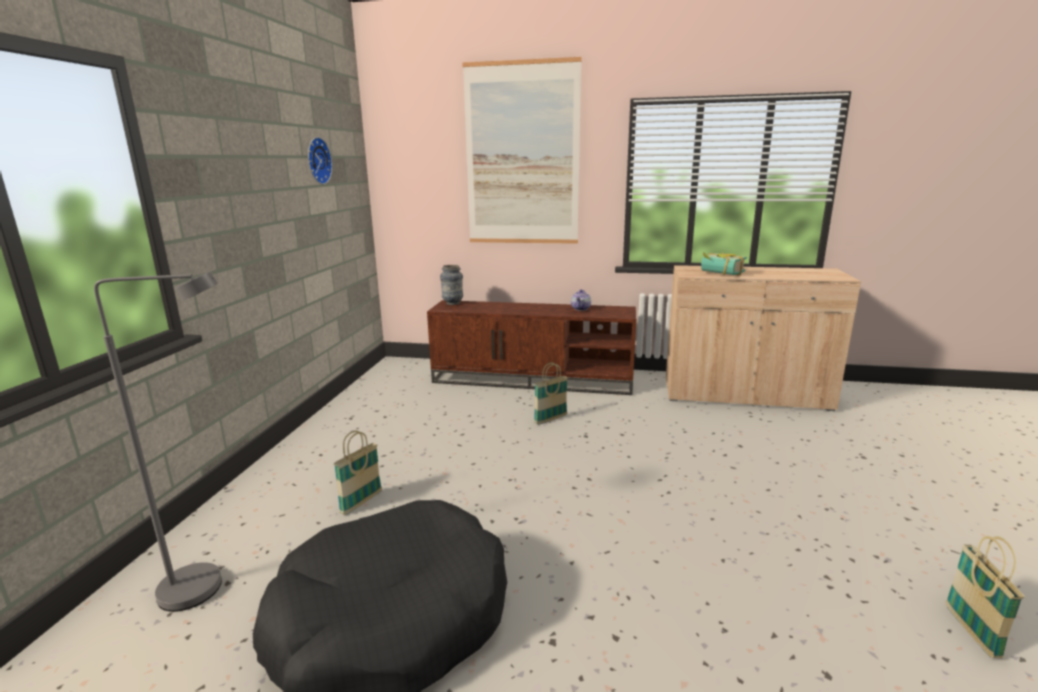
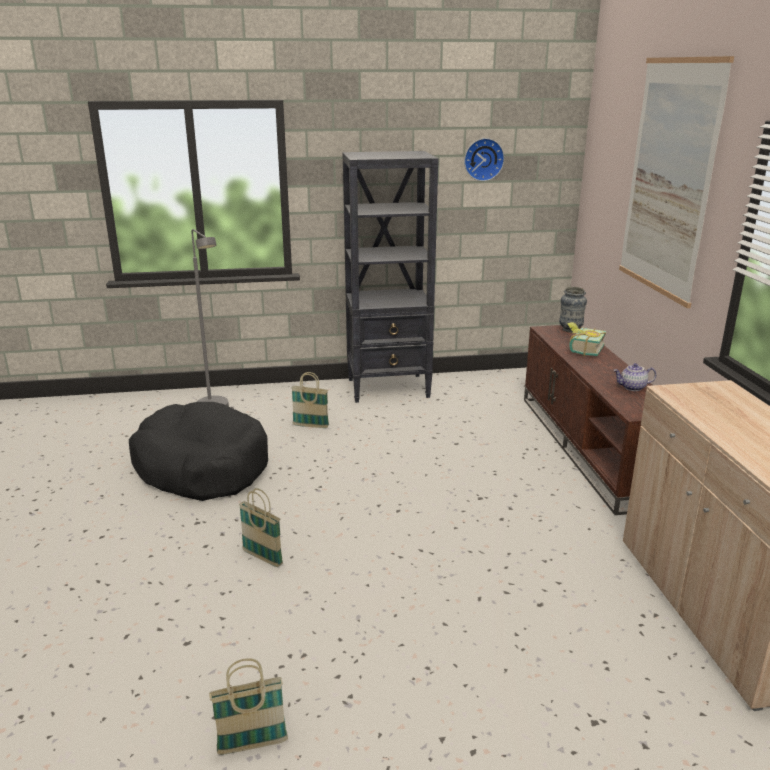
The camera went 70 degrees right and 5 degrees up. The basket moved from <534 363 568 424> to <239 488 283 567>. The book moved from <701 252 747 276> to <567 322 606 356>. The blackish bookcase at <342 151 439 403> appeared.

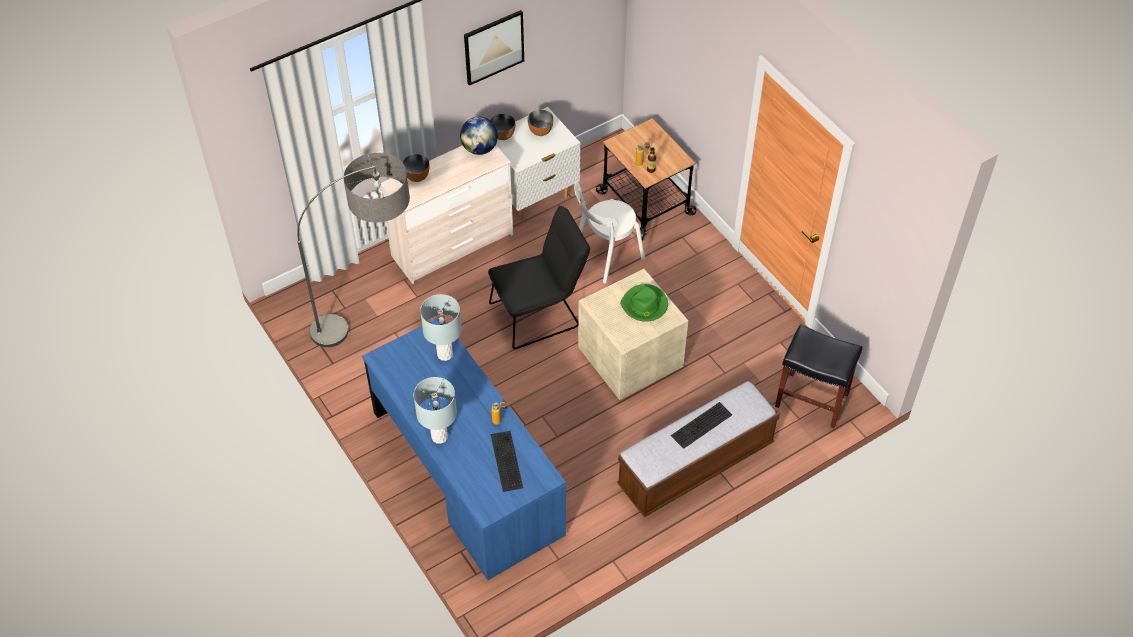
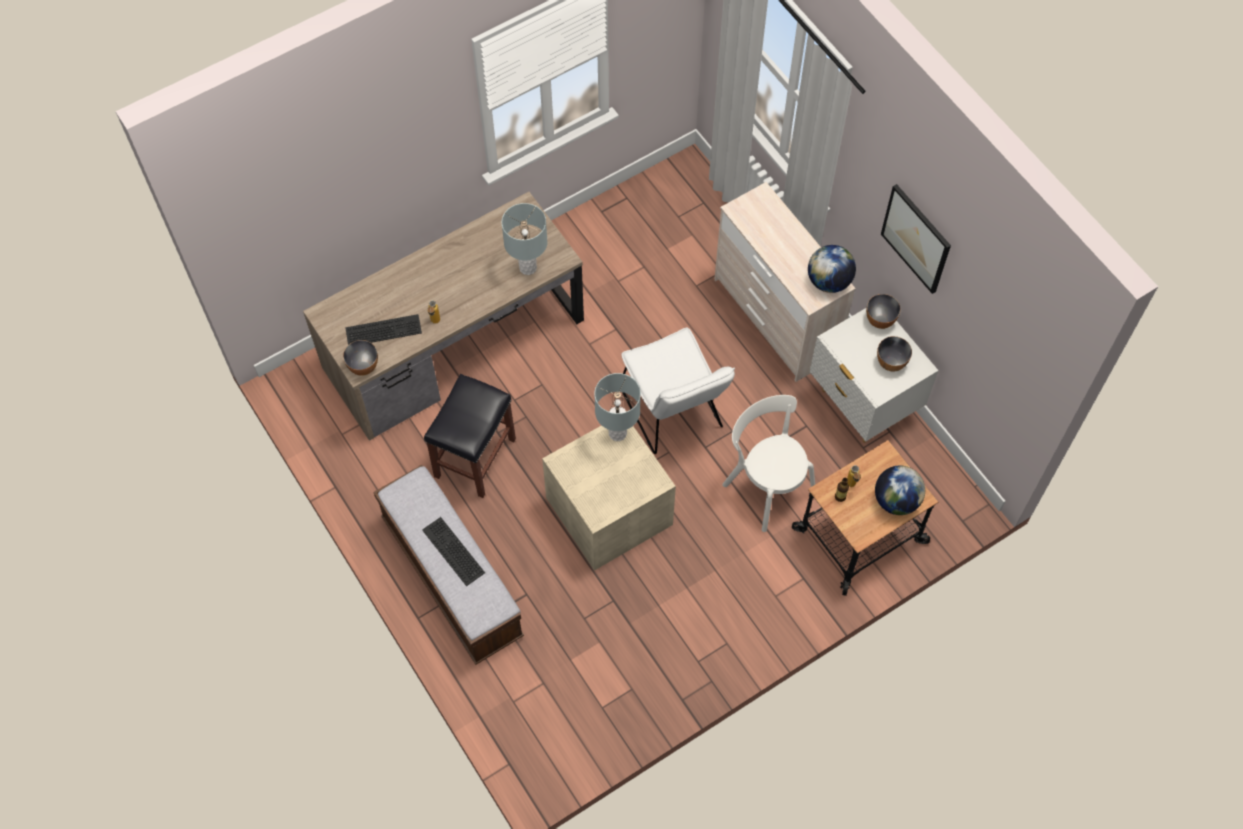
The camera went 90 degrees right and 10 degrees up. The standard lamp at <297 153 410 347> disappeared. The bluish desk unit at <362 317 566 580> became the brownish desk unit at <303 192 584 441>. The deep dish moved from <402 154 430 182> to <343 340 378 376>. The gray lamp for a table moved from <414 377 457 444> to <594 373 641 441>. The blackish plain chair at <488 206 590 349> became the white-coloured plain chair at <622 328 735 454>. The green-coloured clothing hat at <620 284 668 322> disappeared. The blackish stool seat moved from <775 324 862 428> to <424 374 516 498>. The globe at <875 465 925 515> appeared.

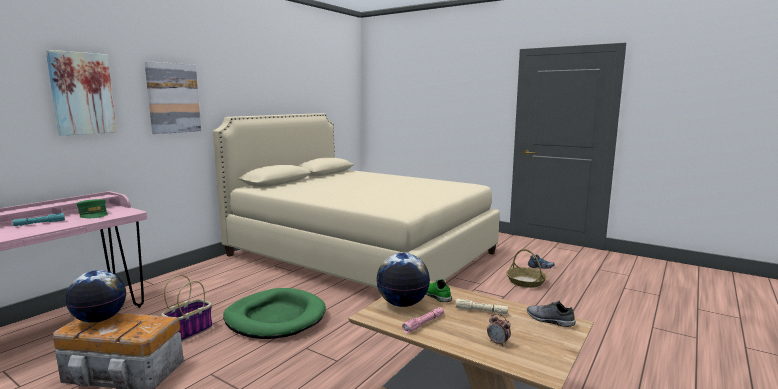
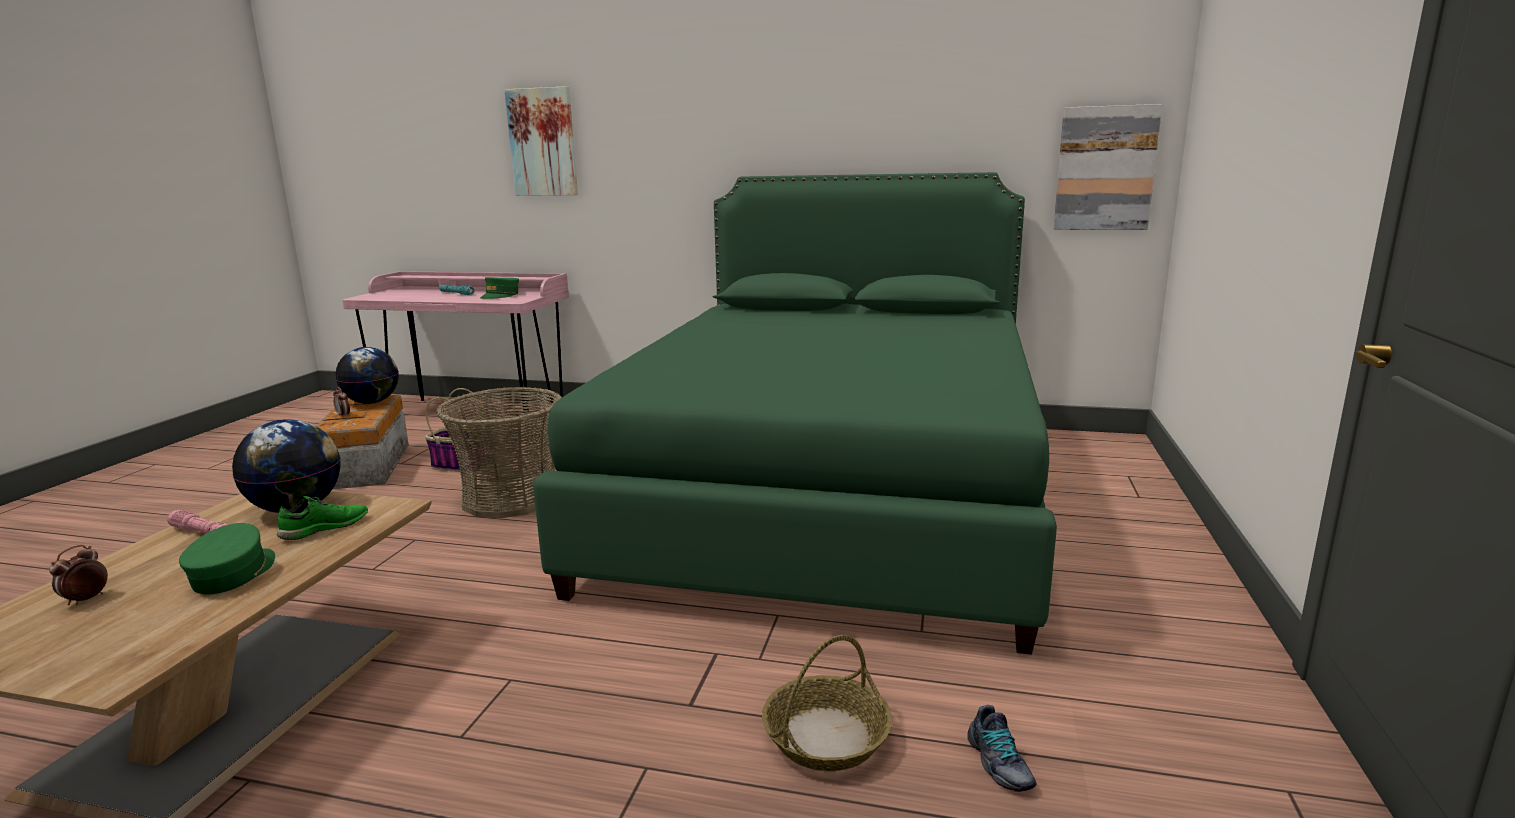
The camera went 70 degrees right and 5 degrees up. The wall art moved from <145 61 201 134> to <1054 104 1162 230>. The beige bedroom bed at <213 113 500 288> became the green-coloured bedroom bed at <533 172 1057 655>. The green-coloured dog cushion at <223 288 326 339> was replaced by the basket at <436 387 562 519>. The beige torch at <456 299 508 314> was replaced by the green-coloured peaked cap at <179 523 275 594>. The gray item of footwear at <527 301 576 327> disappeared. The bedside clock at <333 387 350 418> appeared.

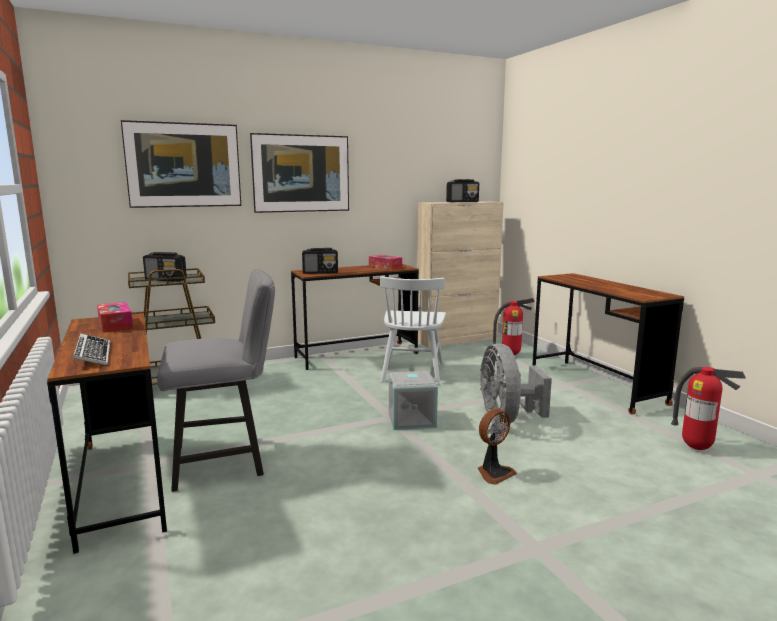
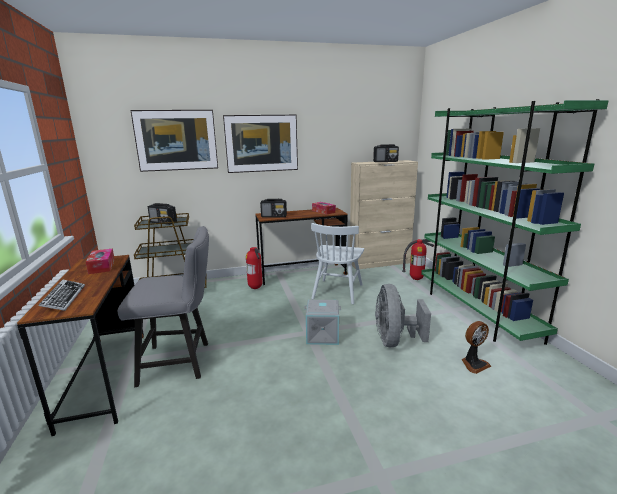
The camera went 10 degrees right and 5 degrees up. The electric fan moved from <477 409 517 485> to <462 321 491 374>. The brownish desk unit at <532 273 684 414> was replaced by the green-coloured bookcase at <421 99 609 345>. The fire-fighting cylinder moved from <671 367 746 450> to <246 247 263 289>.

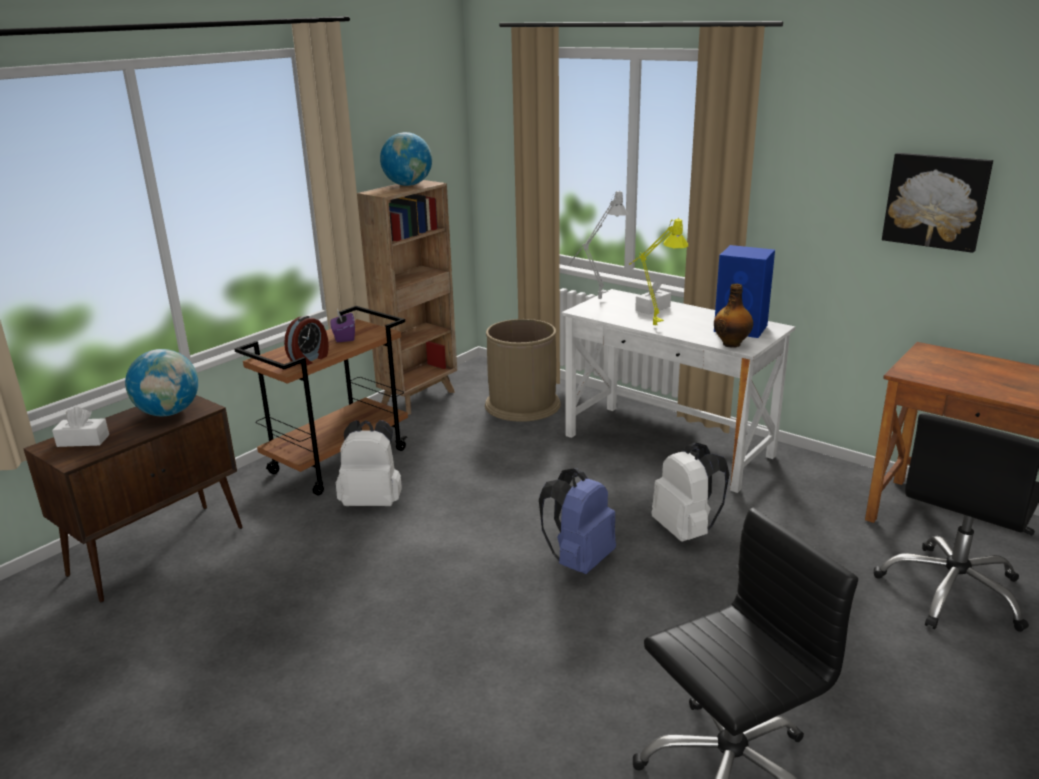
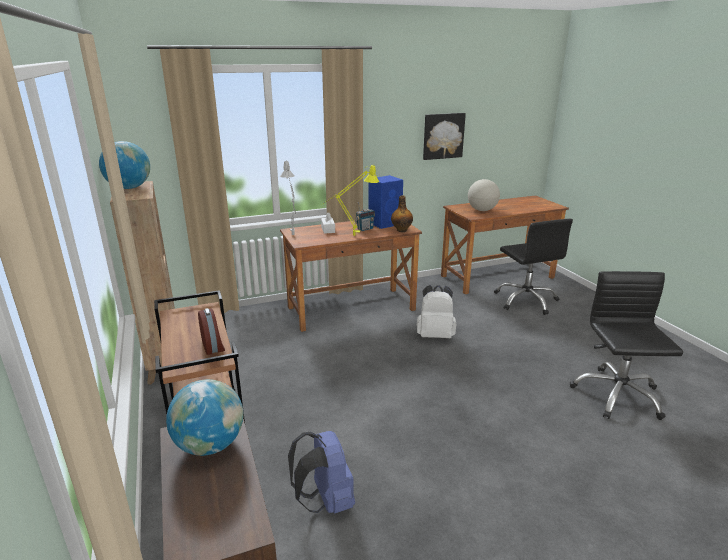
The camera went 60 degrees left and 0 degrees up. The white-coloured box of tissues at <52 407 109 447> disappeared. The purple-coloured box of tissues at <330 310 355 342> disappeared. The white-coloured backpack at <335 420 402 506> disappeared. The brownish waste bin at <485 319 561 422> disappeared. The bluish backpack moved from <539 468 616 574> to <288 431 355 514>. The white-coloured desk unit at <561 289 795 493> became the brownish desk unit at <280 220 422 332>. The radio receiver at <355 202 375 231> appeared. The globe at <468 179 500 211> appeared.

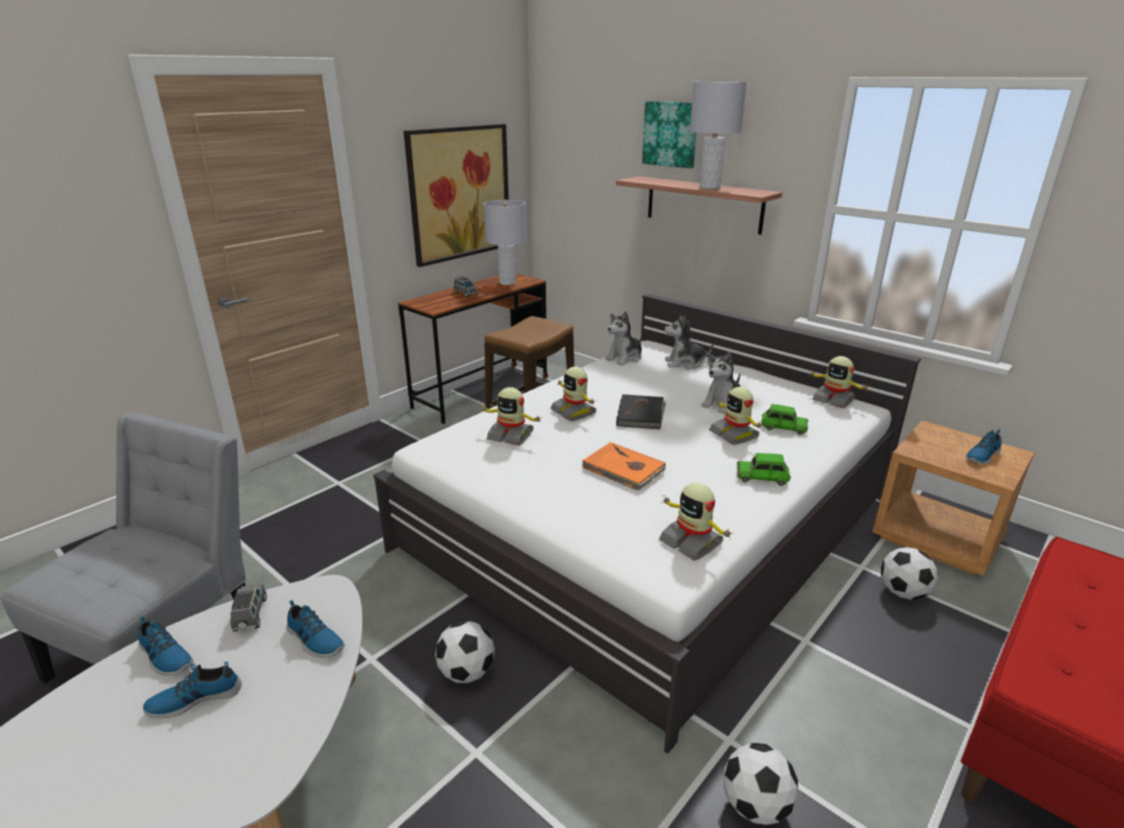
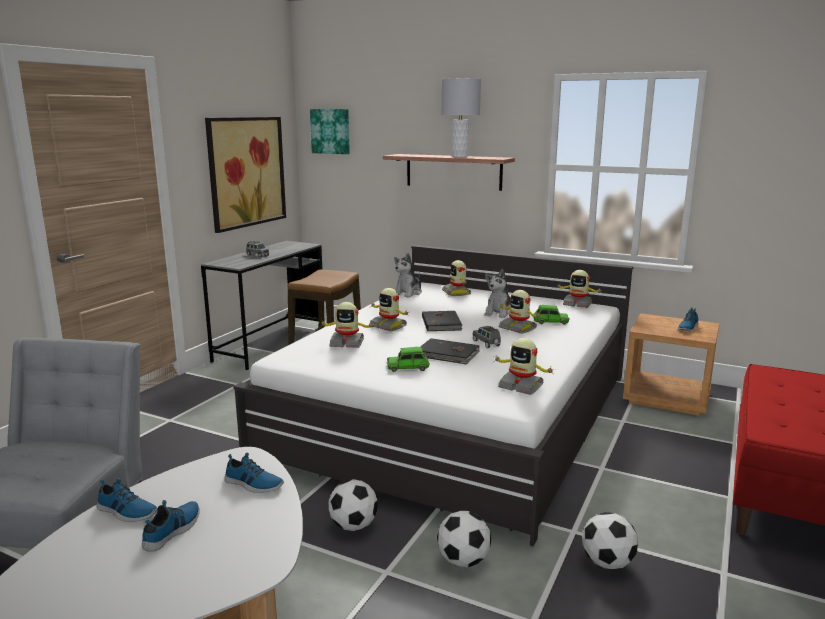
The camera went 15 degrees left and 10 degrees down. The item of footwear at <143 661 242 718> turned 150 degrees clockwise. The gray miniature car moved from <230 584 267 632> to <473 326 501 348>. The brownish desk unit at <398 274 548 424> became the gray desk unit at <201 241 325 370>. The gray lamp for a table at <484 200 526 285> disappeared. The orangey book at <581 442 666 491> became the blackish book at <420 338 479 364>. The wall art moved from <642 101 696 168> to <310 109 350 154>. The soft toy at <664 315 713 369> was replaced by the model robot at <442 260 471 296>. The green-coloured miniature car moved from <737 453 791 486> to <387 347 430 372>. The football ball moved from <881 547 938 600> to <437 511 491 567>.

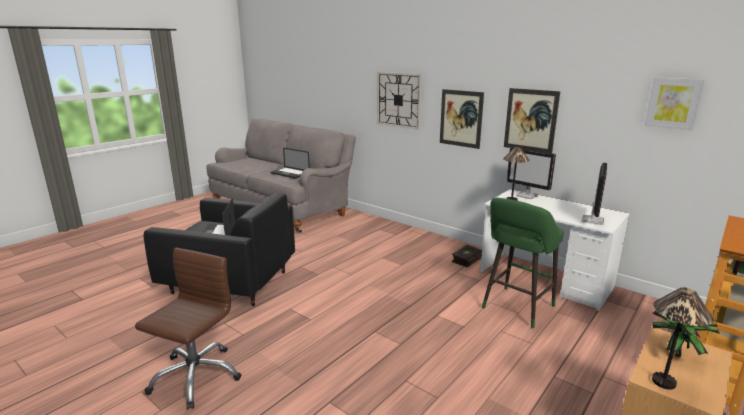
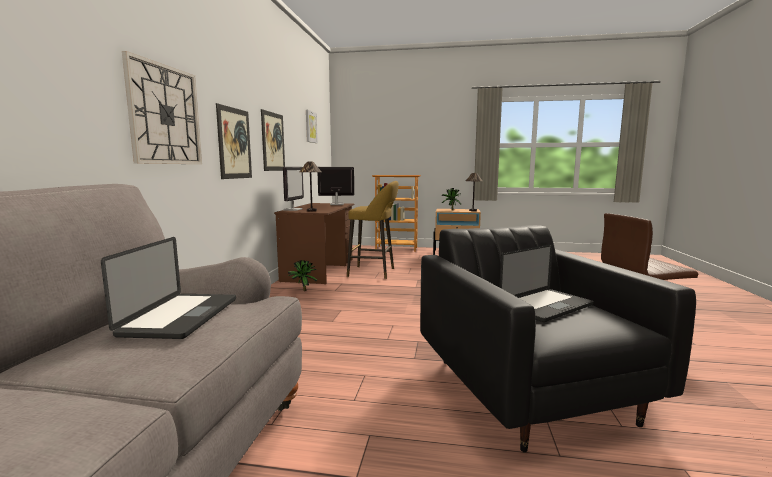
The camera went 120 degrees left and 10 degrees down. The book at <451 245 482 268> was replaced by the potted plant at <288 260 317 291>. The white-coloured desk unit at <480 189 630 311> became the brownish desk unit at <274 203 354 284>. The green-coloured stool seat at <482 198 564 328> became the yellow-coloured stool seat at <347 181 399 279>.

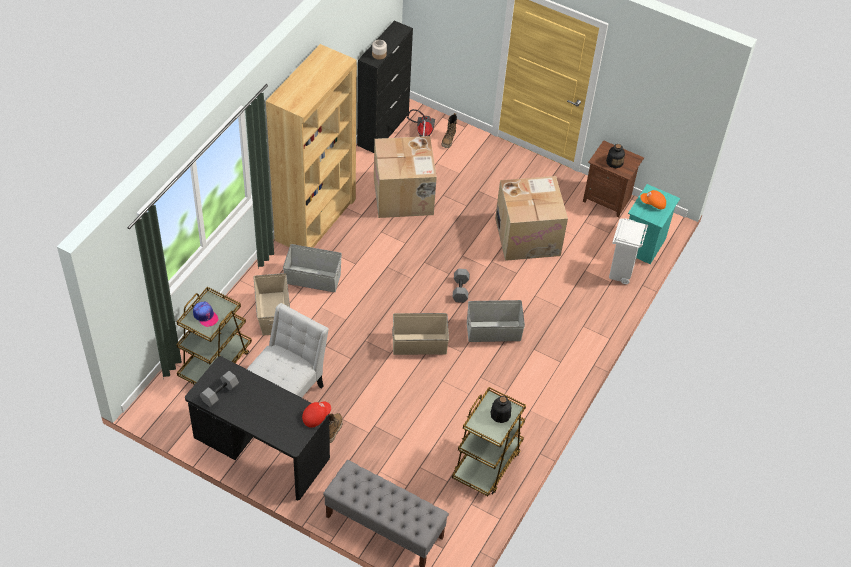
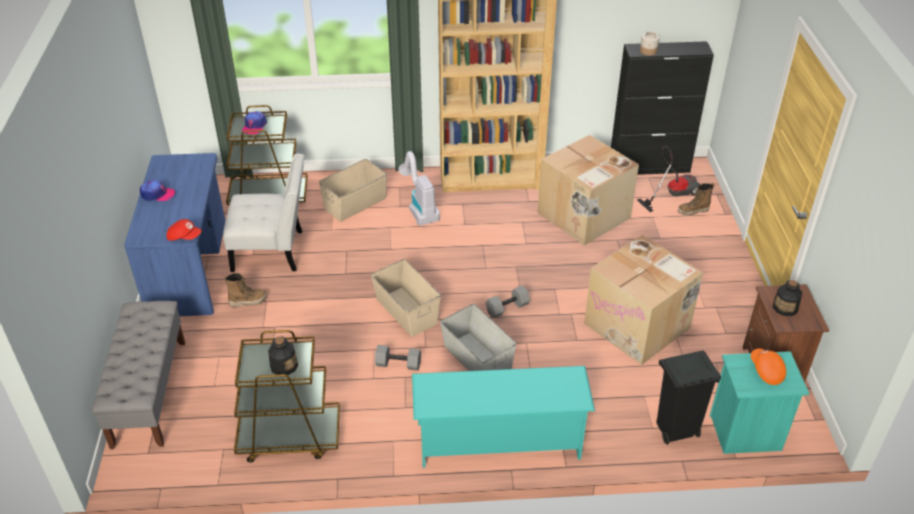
The camera went 60 degrees right and 10 degrees down. The blackish desk unit at <185 356 330 500> became the bluish desk unit at <124 153 225 316>. The gray dumbbell moved from <200 371 239 407> to <375 345 421 371>. The gray storage box at <283 244 342 292> was replaced by the hoover at <399 151 440 225>. The white-coloured waste bin at <609 218 648 284> became the blackish waste bin at <656 351 721 444>. The peaked cap at <140 180 175 201> appeared. The turquoise shoe stand at <412 366 595 468> appeared.

